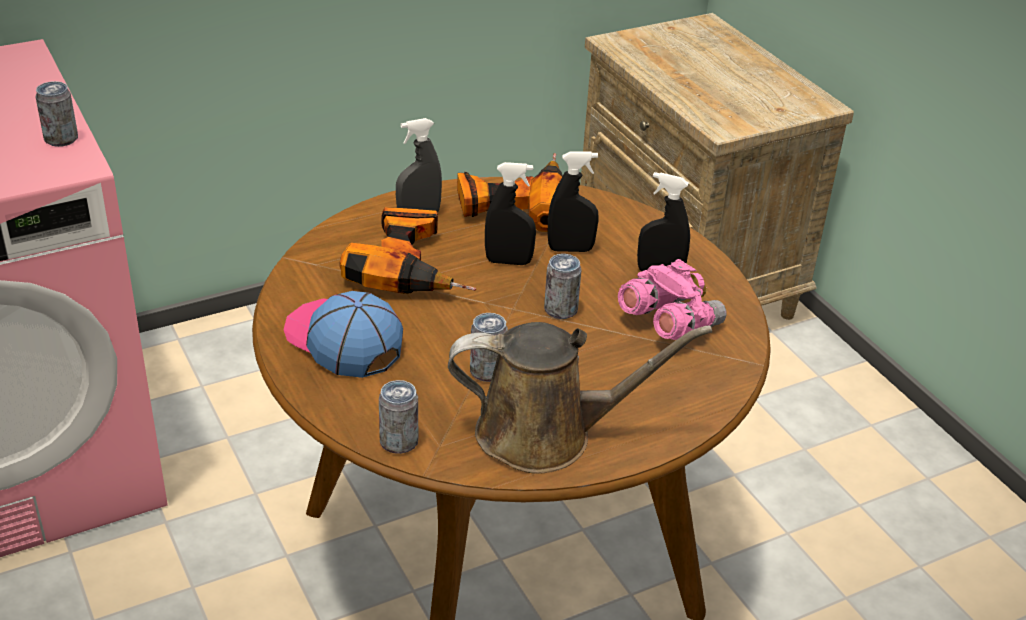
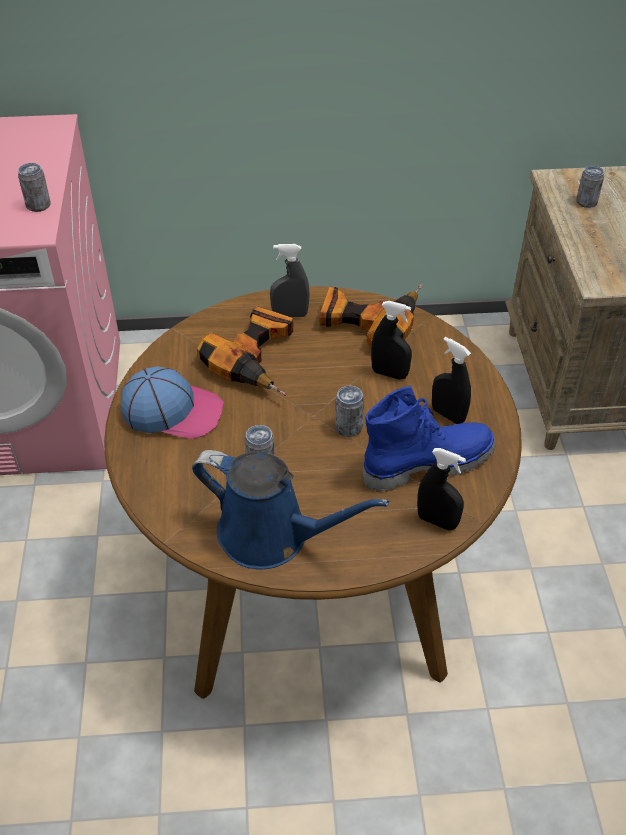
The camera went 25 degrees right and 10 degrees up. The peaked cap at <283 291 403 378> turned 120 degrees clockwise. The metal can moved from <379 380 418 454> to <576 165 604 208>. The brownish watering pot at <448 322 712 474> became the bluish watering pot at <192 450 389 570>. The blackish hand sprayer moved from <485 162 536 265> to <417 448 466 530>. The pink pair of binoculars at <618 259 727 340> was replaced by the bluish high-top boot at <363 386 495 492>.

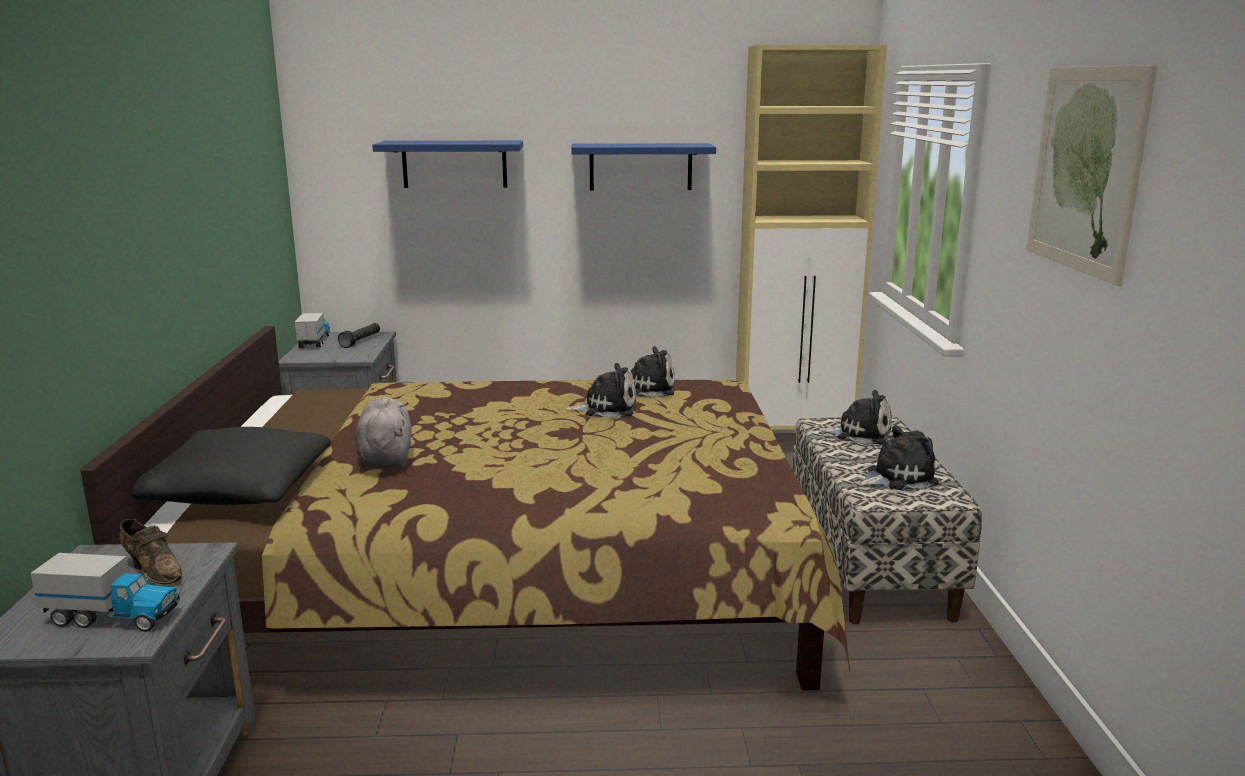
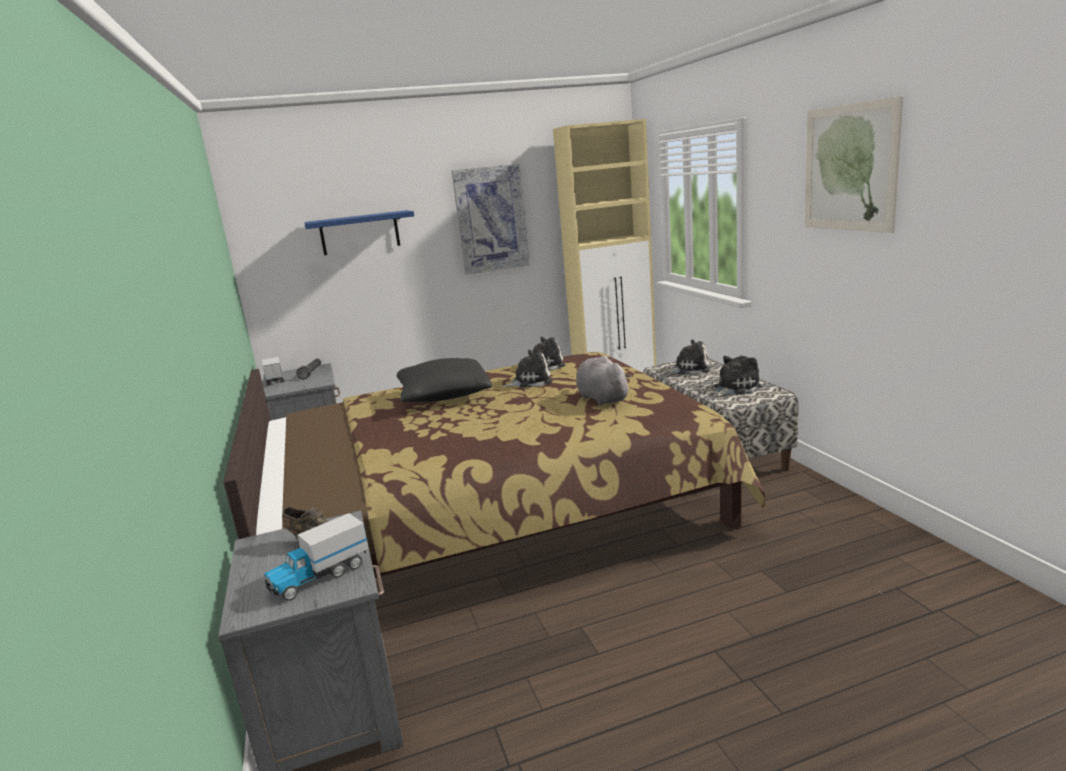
The camera went 15 degrees left and 0 degrees up. The toy lorry at <30 553 180 632> turned 150 degrees clockwise. The blackish cushion moved from <133 427 331 505> to <397 358 492 402>. The gray soft toy moved from <355 397 412 469> to <576 356 631 405>. The bluish wall shelf at <571 143 716 190> was replaced by the wall art at <452 164 530 274>.

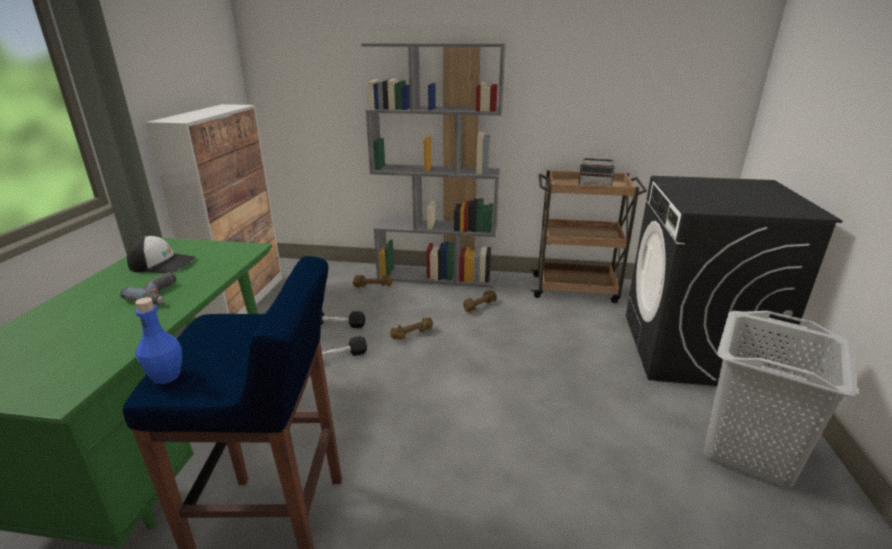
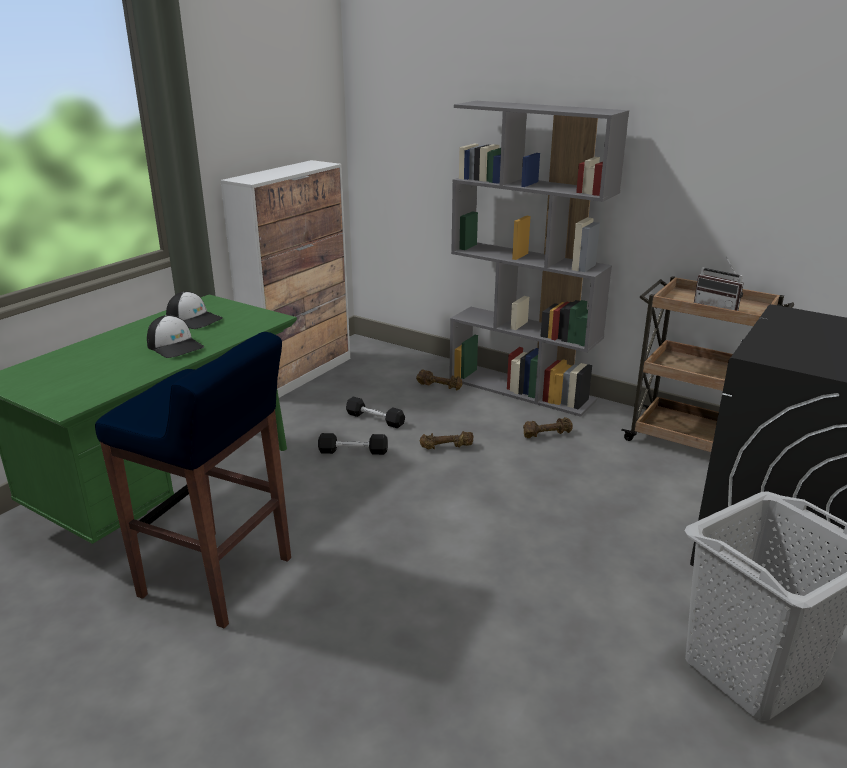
The camera went 25 degrees right and 0 degrees up. The electric drill at <120 272 176 305> was replaced by the peaked cap at <147 315 204 358>. The bluish beverage bottle at <135 297 182 384> disappeared.

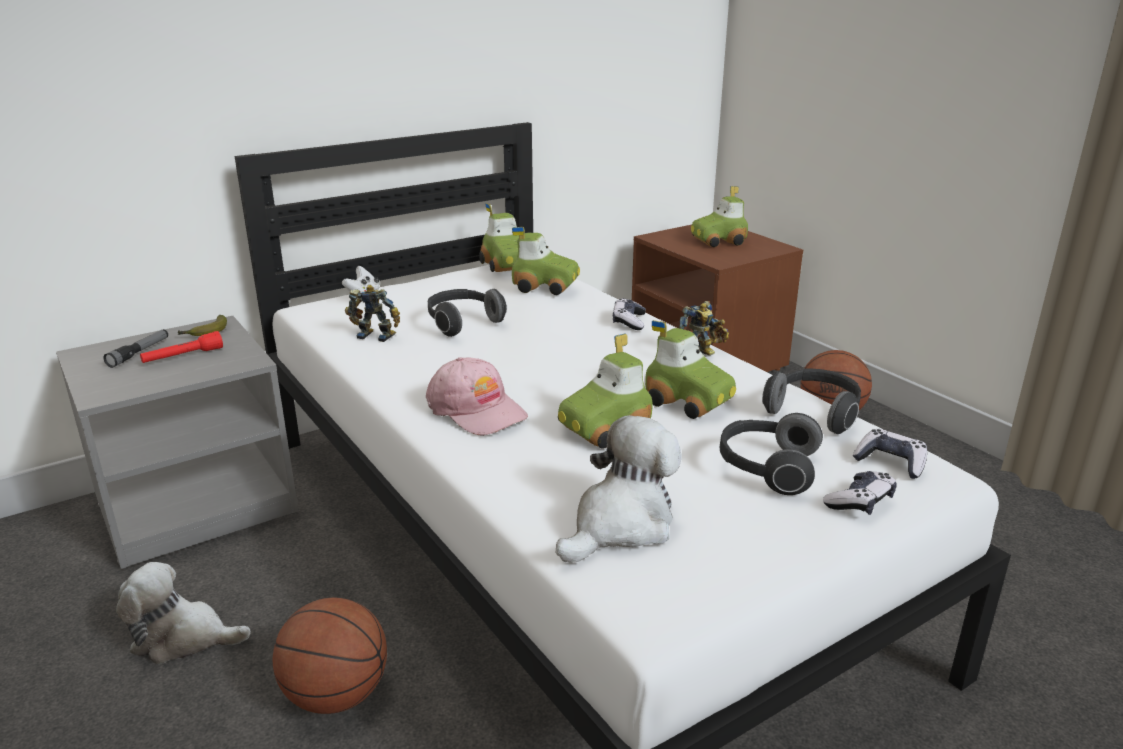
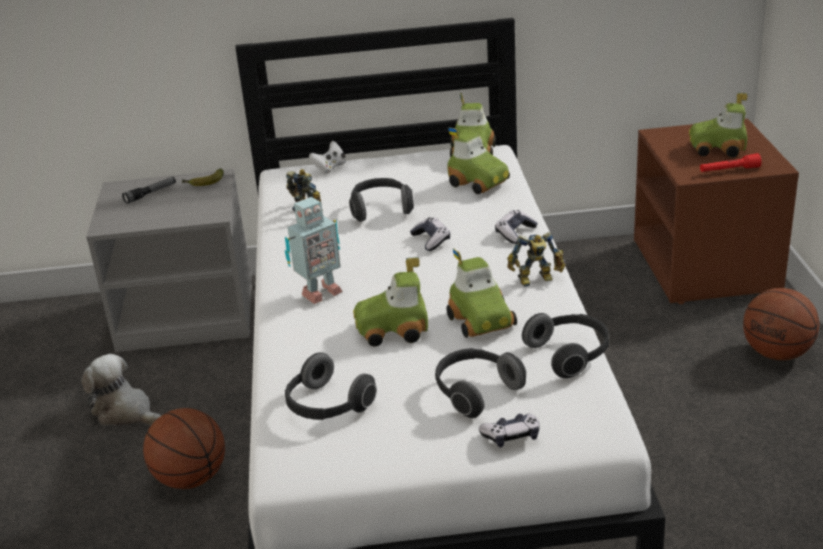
The camera went 30 degrees right and 5 degrees up. The reddish torch moved from <140 331 223 363> to <700 153 762 172>. The pink peaked cap at <426 357 528 436> was replaced by the model robot at <285 197 343 304>. The soft toy at <556 415 682 562> was replaced by the headset at <285 352 377 420>. The gamepad moved from <853 429 927 479> to <410 217 450 251>.

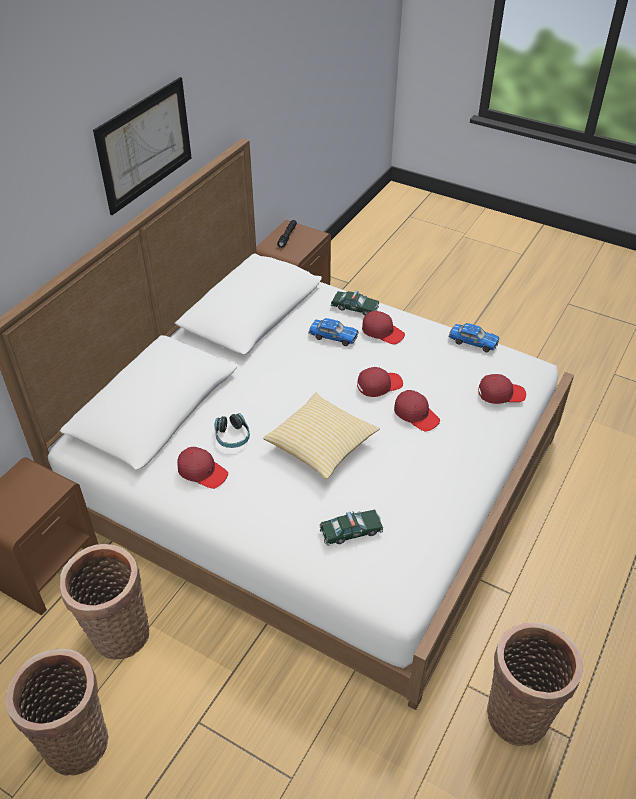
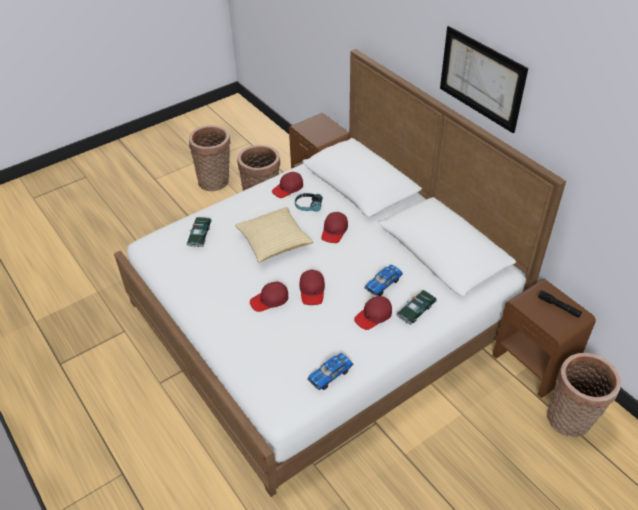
The camera went 115 degrees right and 0 degrees up. The reddish peaked cap moved from <478 374 526 404> to <321 212 348 243>. The basket moved from <487 622 583 746> to <547 353 621 437>.

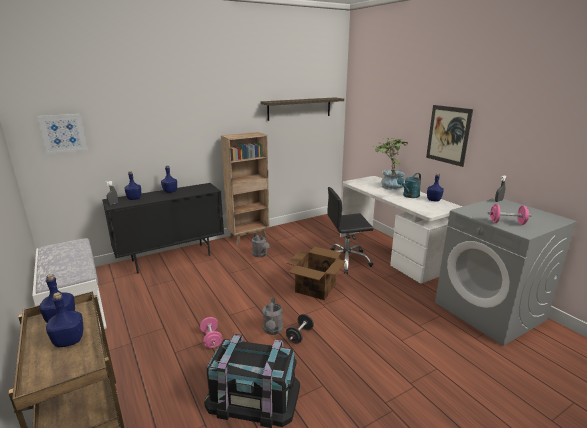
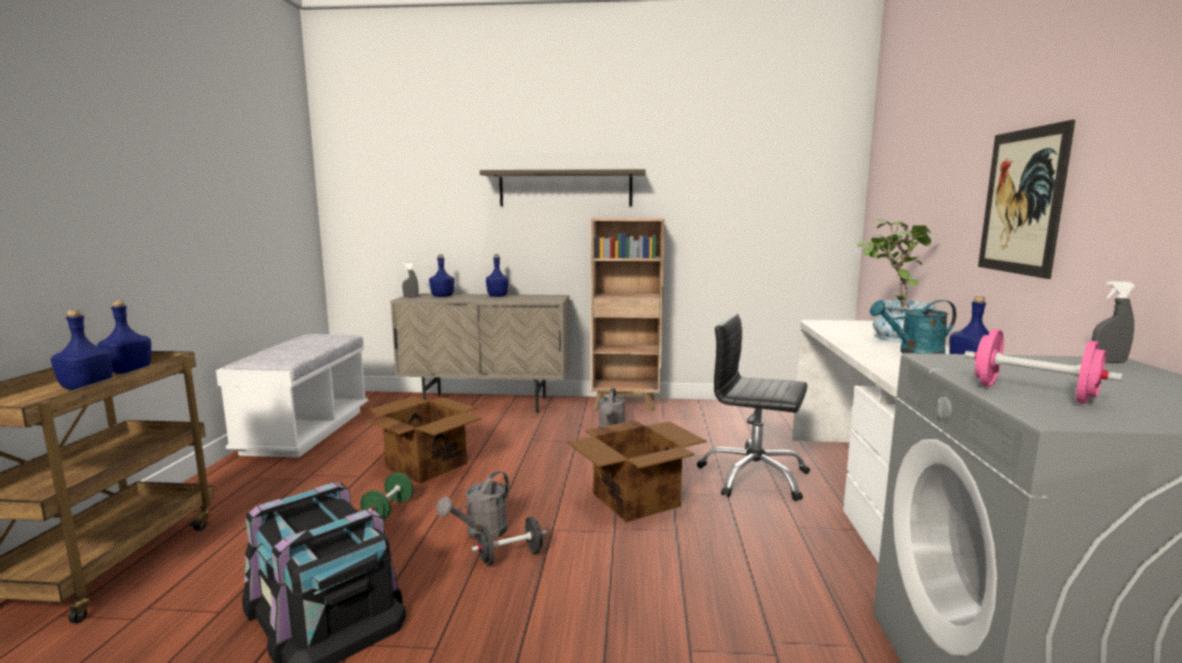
The camera went 35 degrees right and 10 degrees down. The wall art at <38 114 88 154> disappeared. The blackish cabinet at <102 183 224 274> became the beige cabinet at <390 293 570 413>. The pink dumbbell at <200 317 222 348> became the green-coloured dumbbell at <360 473 414 520>. The wall shelf moved from <261 97 344 121> to <480 169 646 206>. The carton at <366 396 482 484> appeared.

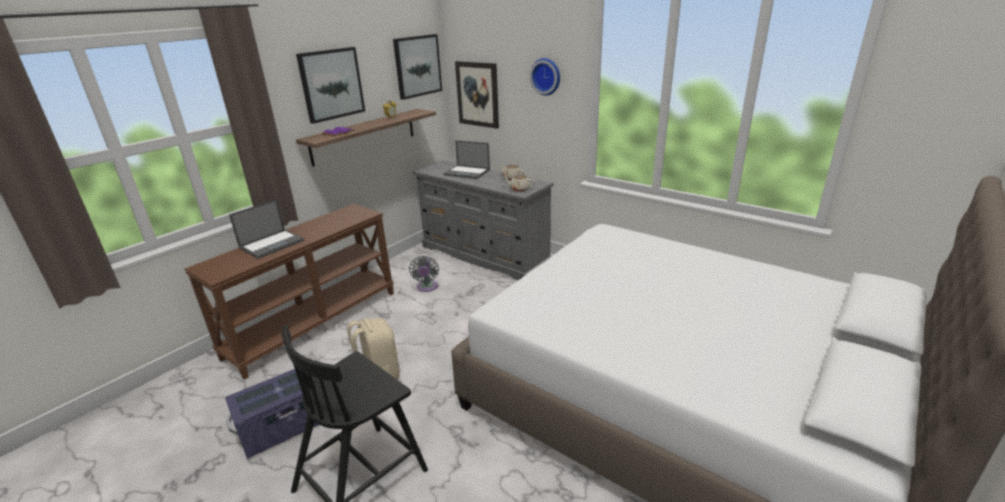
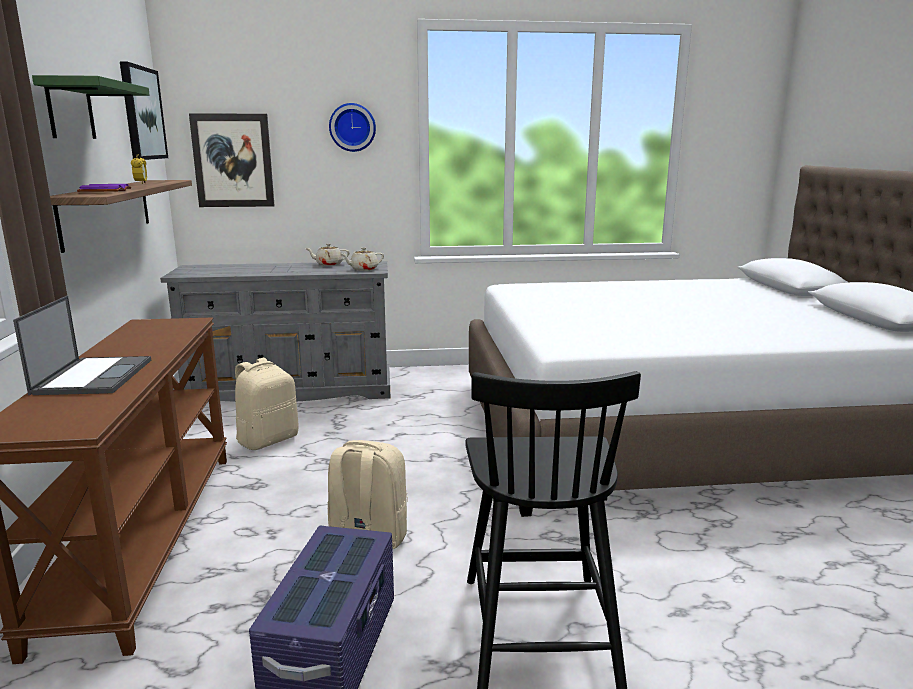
The camera went 45 degrees left and 10 degrees down. The wall art at <296 47 365 124> was replaced by the green-coloured wall shelf at <32 75 150 139>. The gray electric fan at <409 256 439 292> was replaced by the beige backpack at <235 358 298 450>. The notebook computer at <444 140 490 179> disappeared.

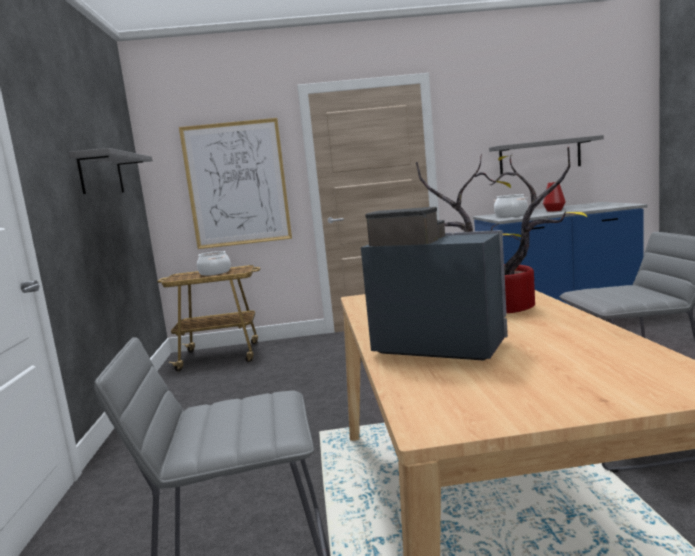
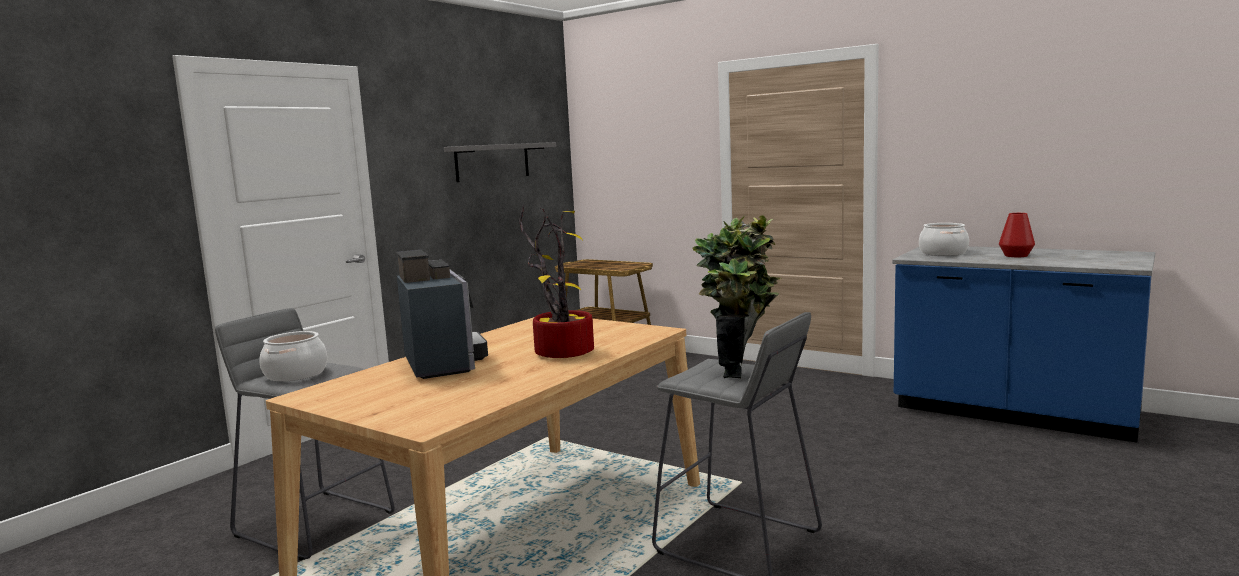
The camera went 40 degrees right and 0 degrees up. The wall art at <179 118 292 249> disappeared. The cooking pot moved from <197 251 231 276> to <260 331 327 382>. The gray wall shelf at <489 135 604 175> disappeared. The potted plant at <693 215 781 378> appeared.

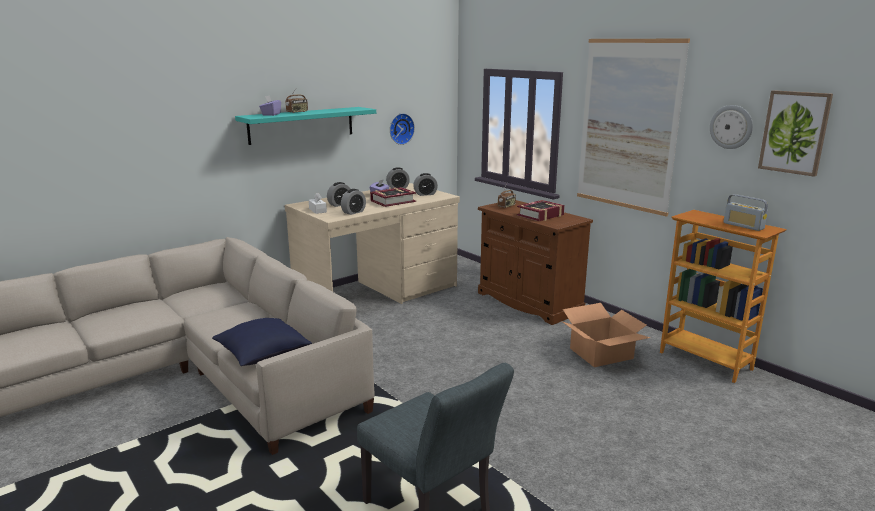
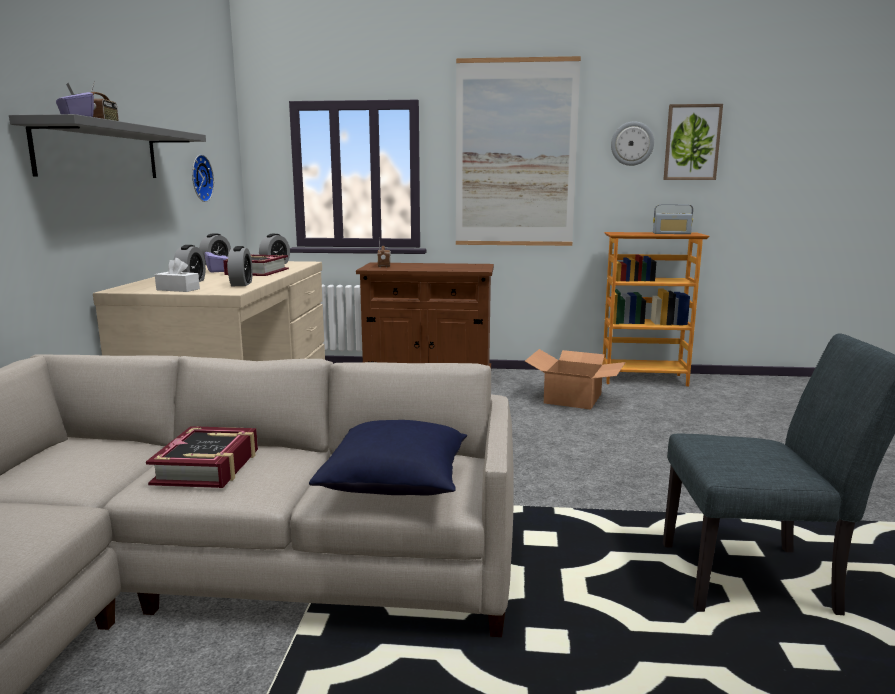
The camera went 45 degrees left and 5 degrees down. The turquoise wall shelf at <235 107 376 145> became the gray wall shelf at <9 114 206 178>. The book moved from <517 200 565 221> to <146 426 258 488>.

